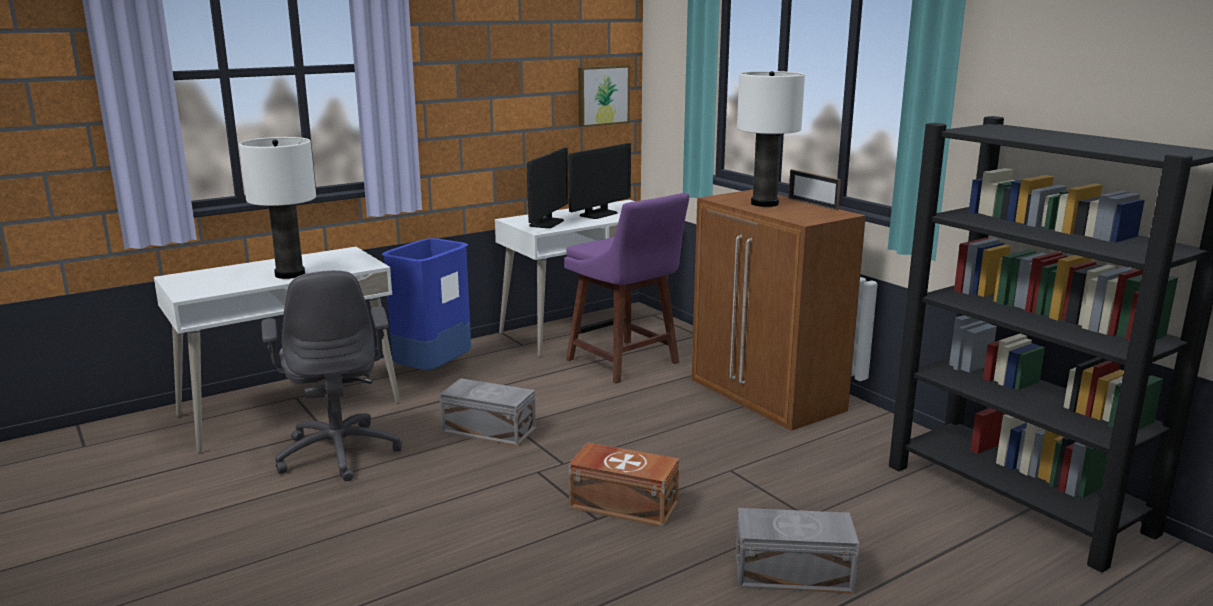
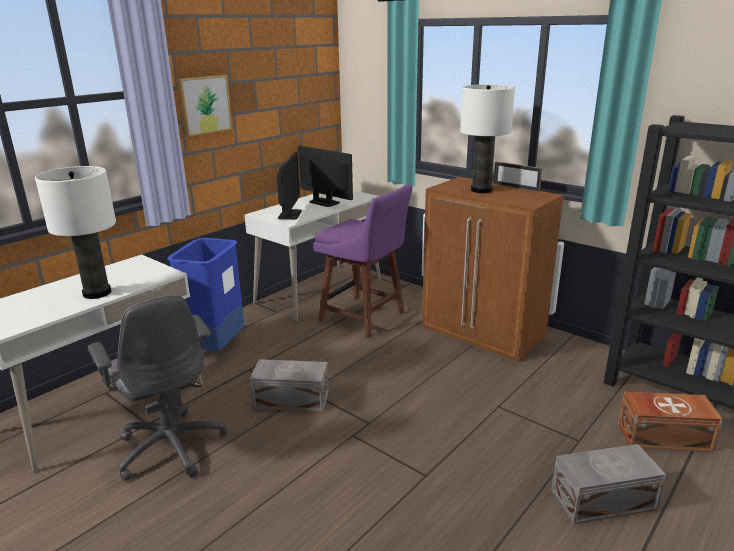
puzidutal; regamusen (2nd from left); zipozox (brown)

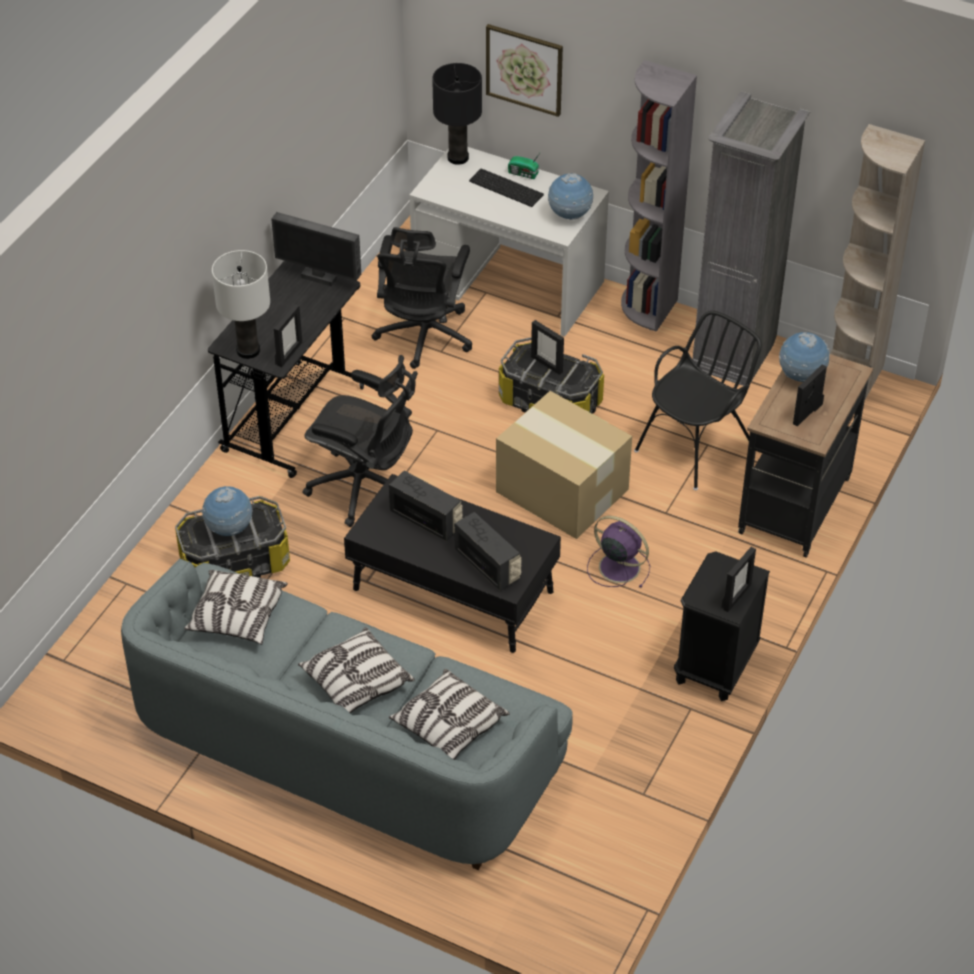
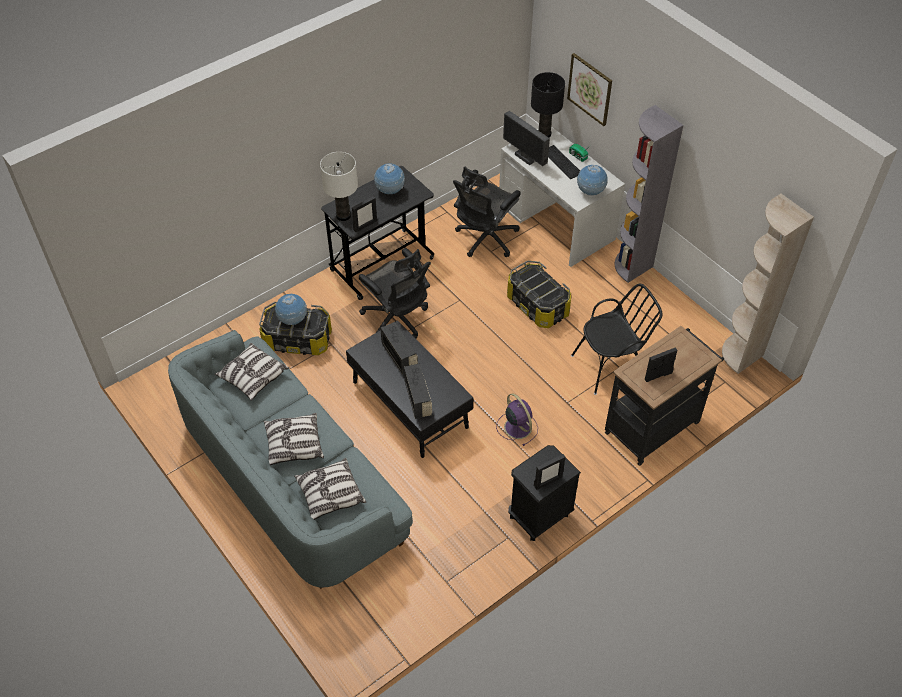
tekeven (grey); regamusen; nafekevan (2nd from left in the first image); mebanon (2nd from left); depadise

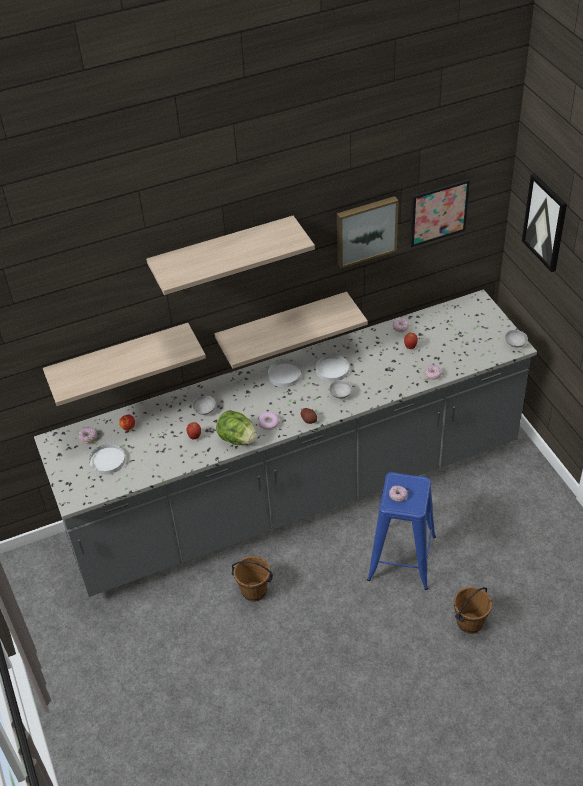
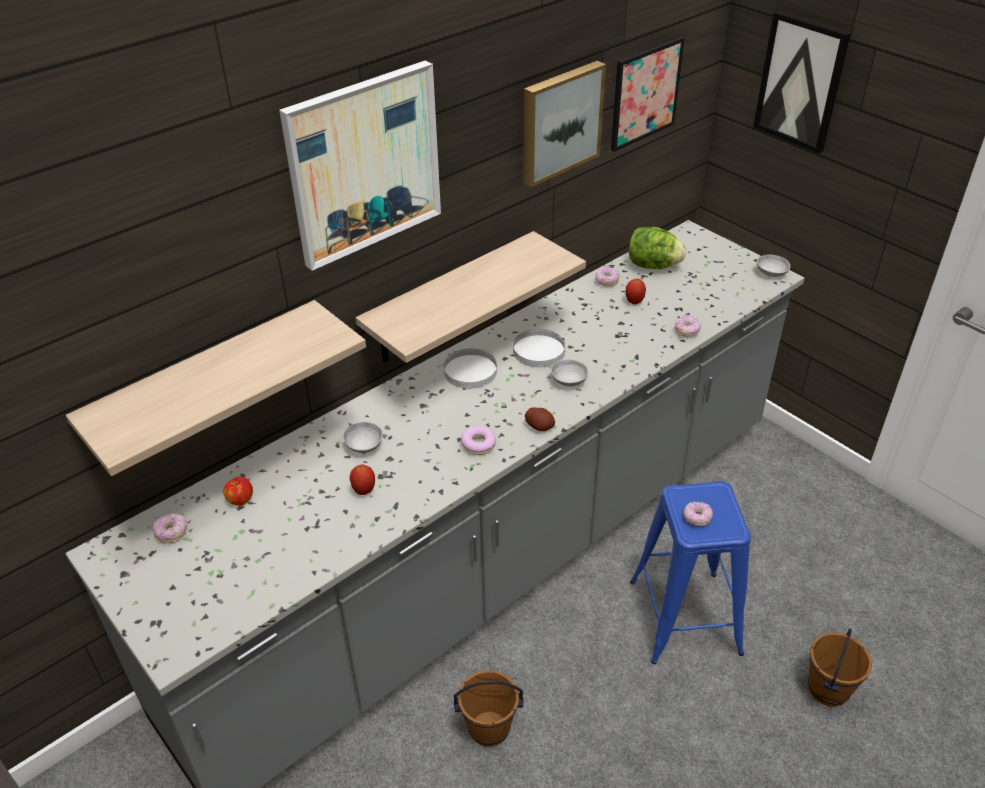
puzidutal (1st from left); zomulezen; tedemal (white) (1st from left in the first image)

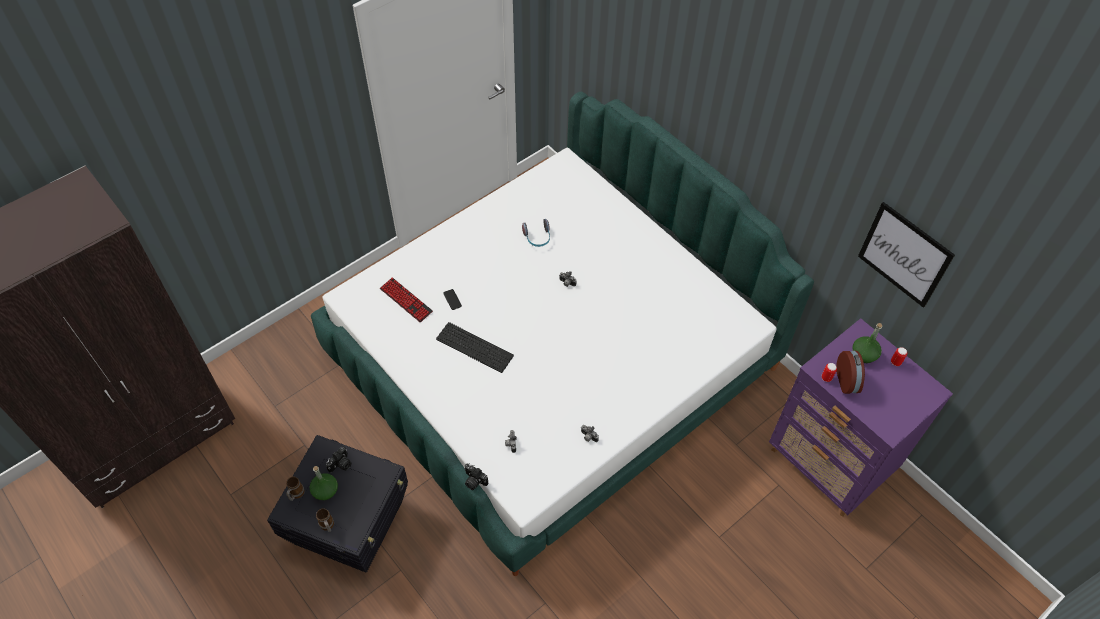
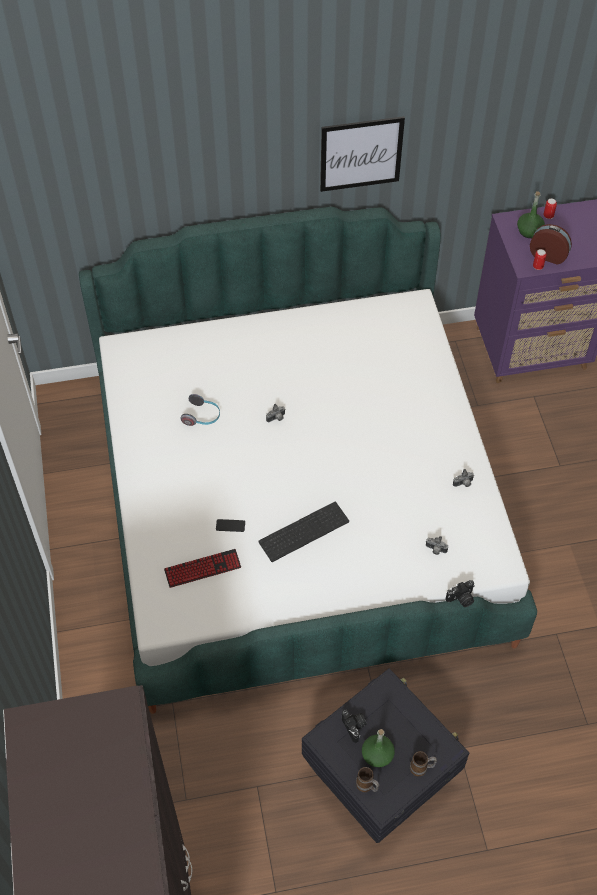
puzidutal

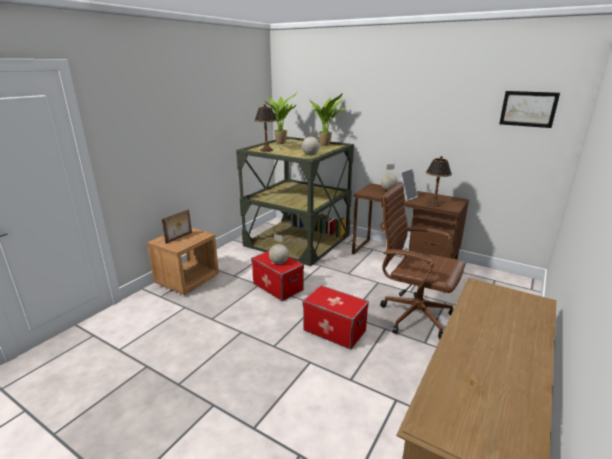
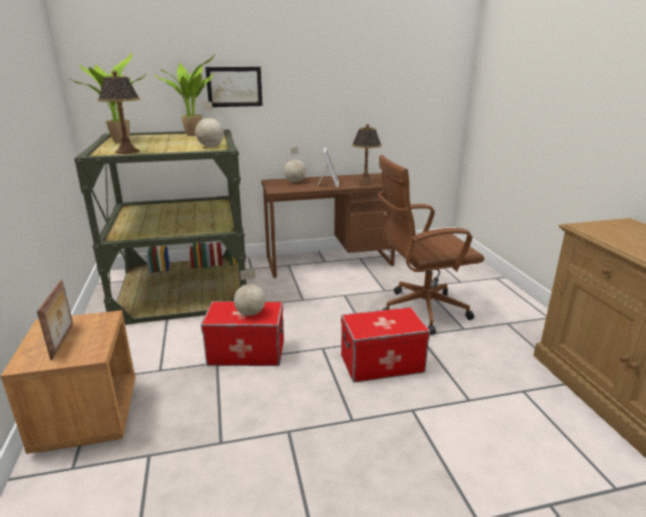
puzidutal

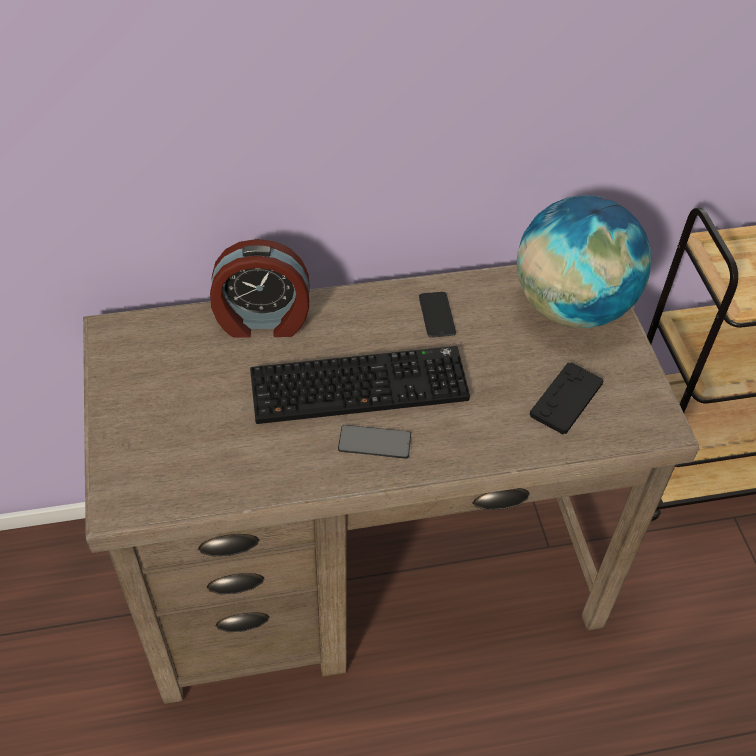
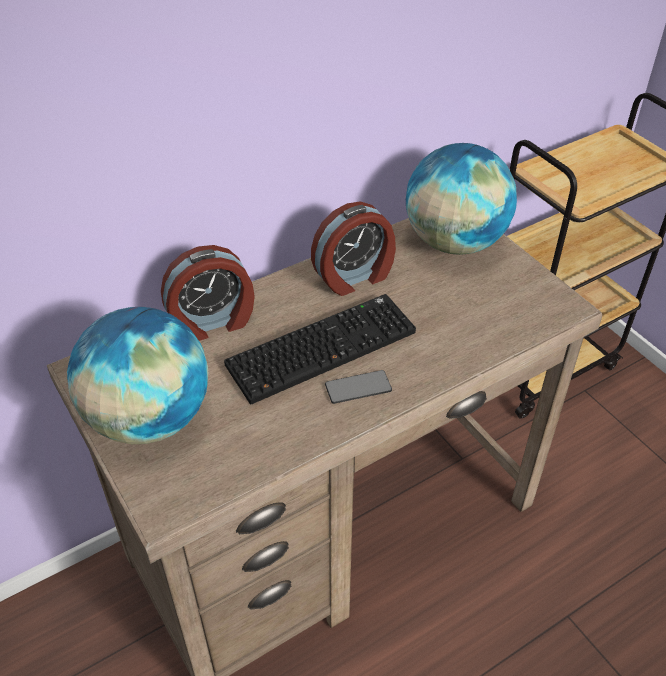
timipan (2nd from left); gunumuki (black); mebanon (1st from left)

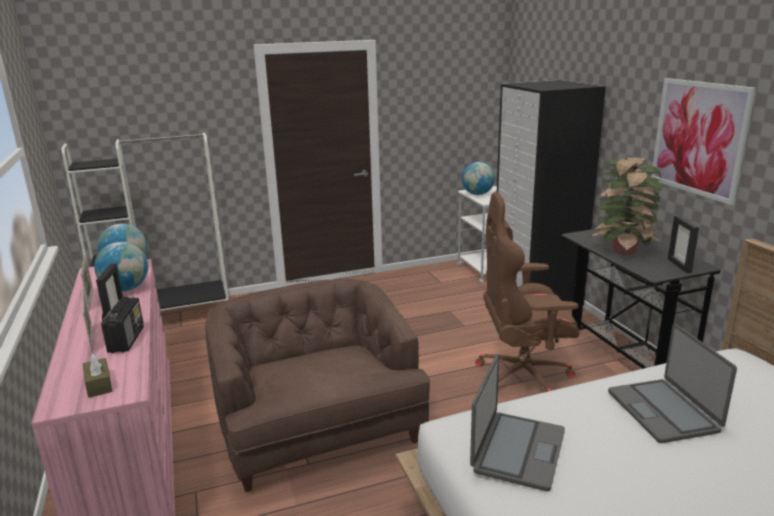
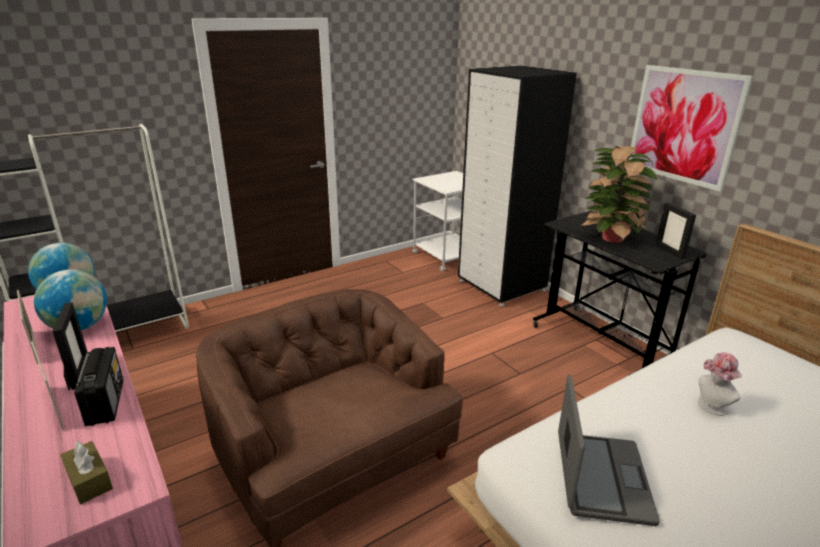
mebanon (3rd from left in the first image); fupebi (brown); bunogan

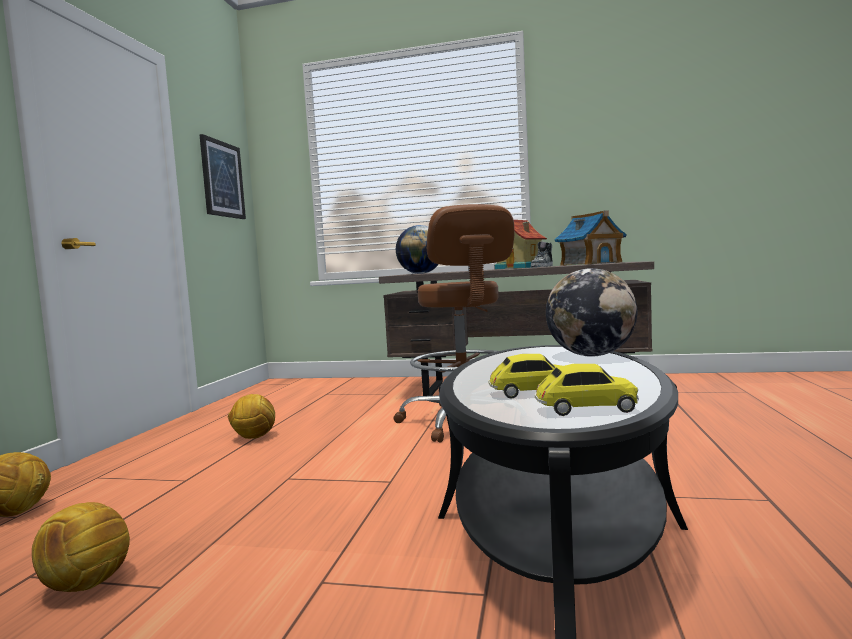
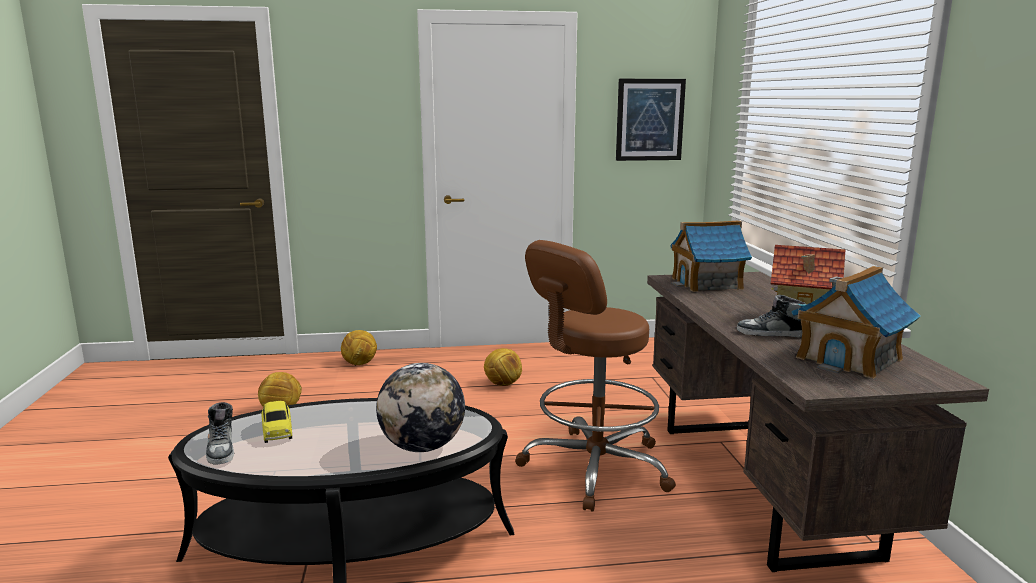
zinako (1st from left); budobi (1st from left)

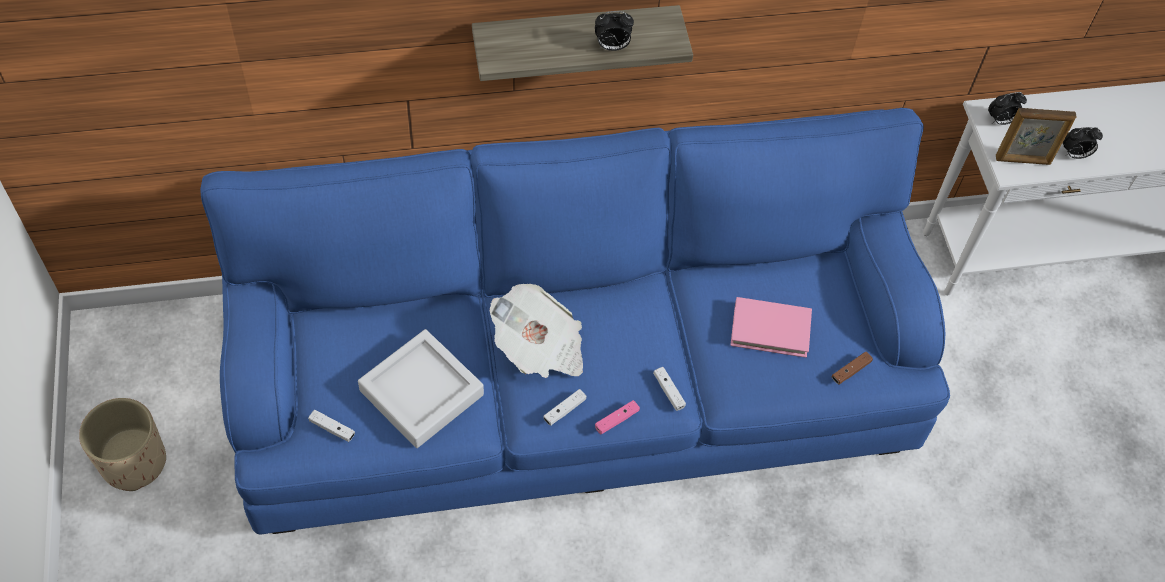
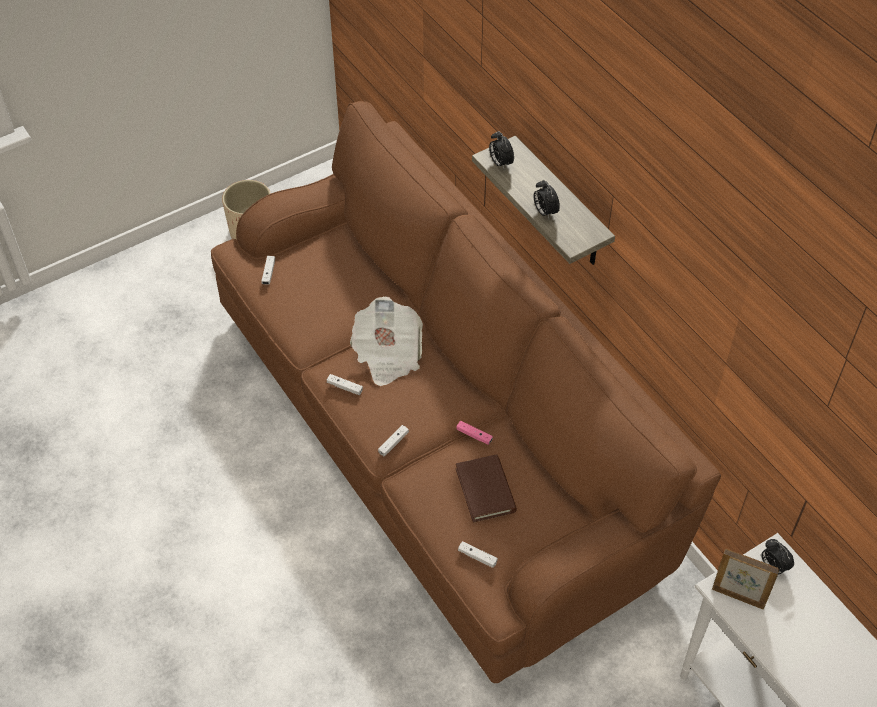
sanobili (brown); nafekevan; timipan (1st from left); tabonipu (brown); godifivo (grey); gunumuki (white) (4th from left); gunumuki (pink)

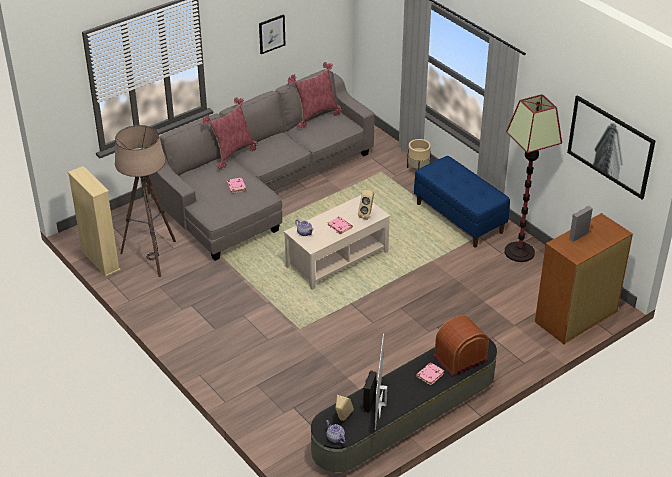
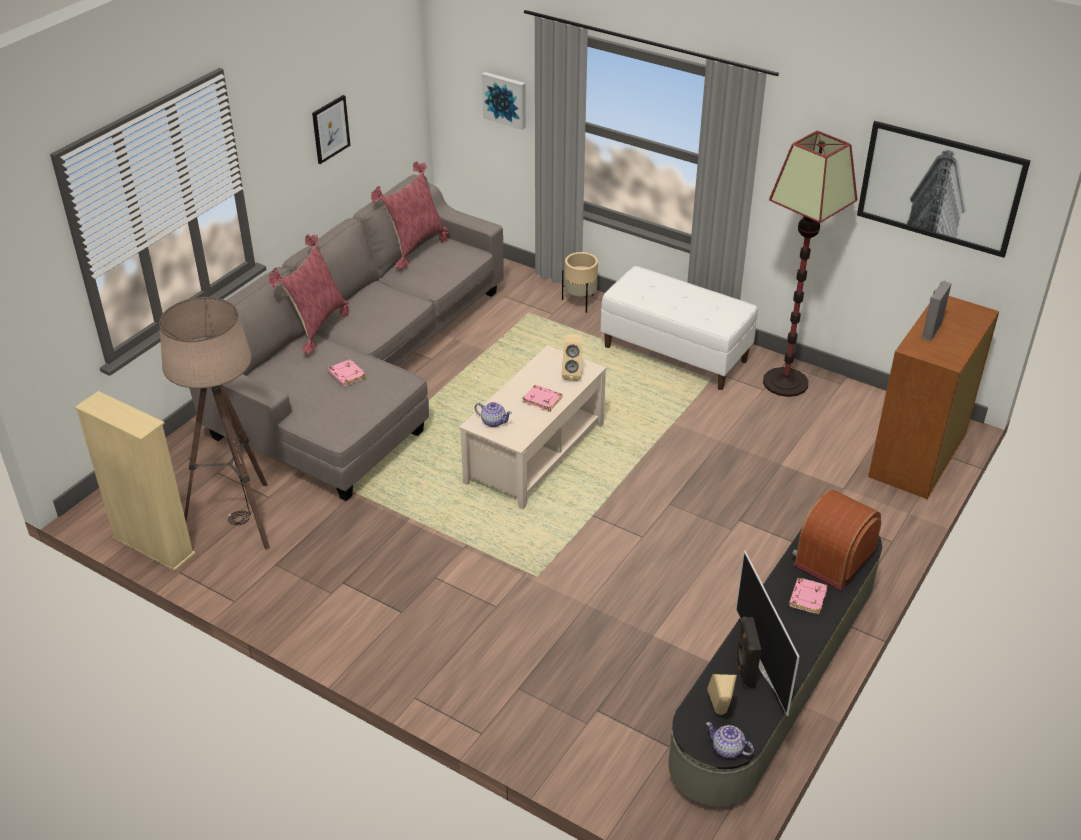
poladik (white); puzidutal (2nd from left)

